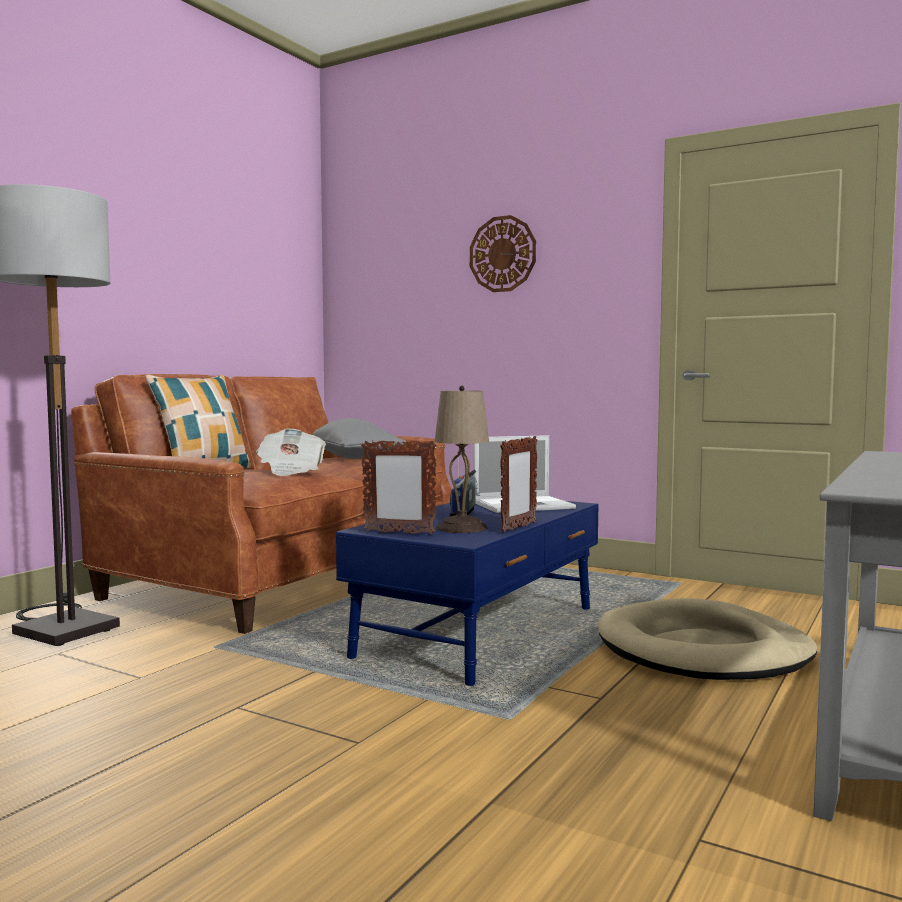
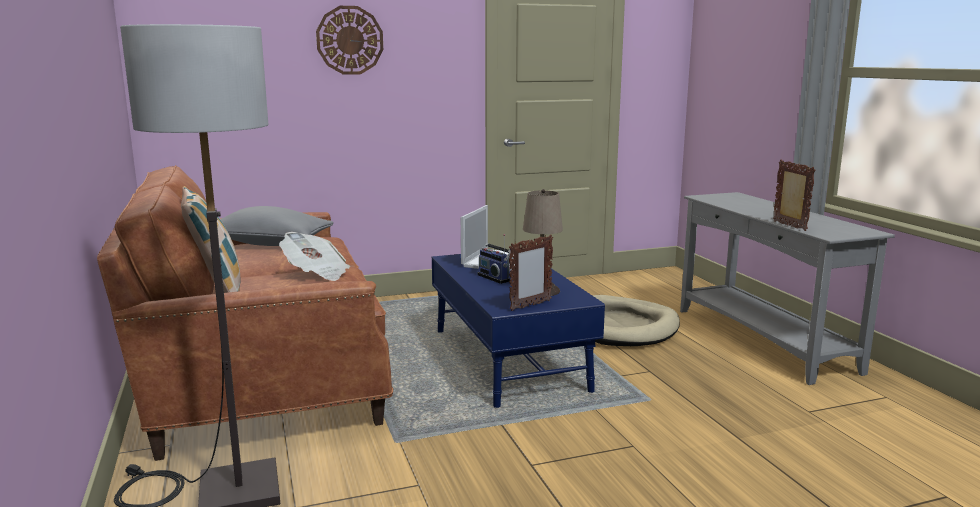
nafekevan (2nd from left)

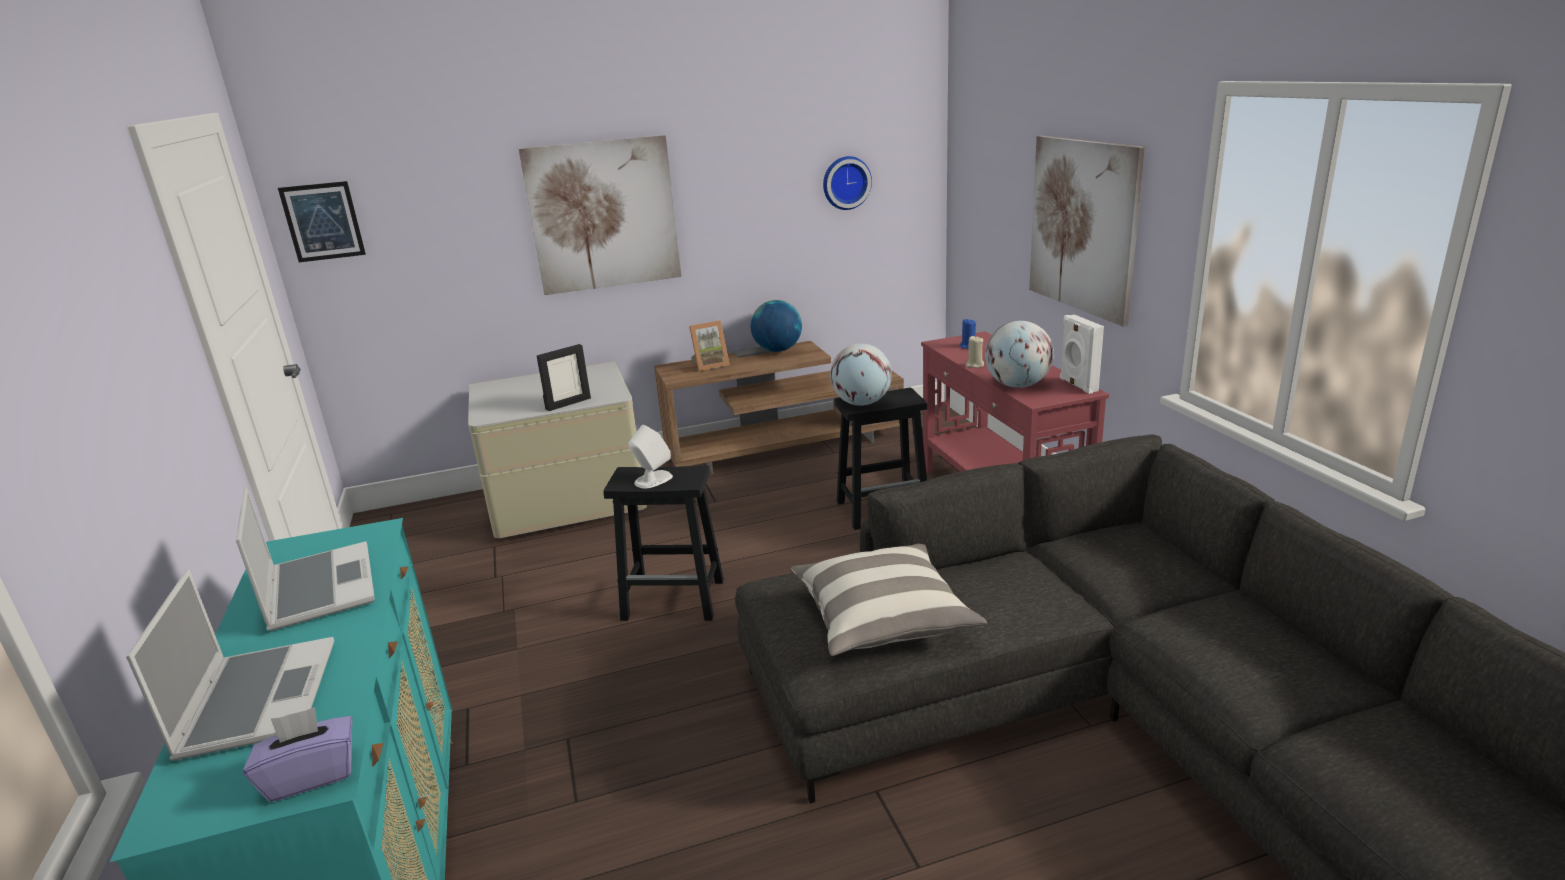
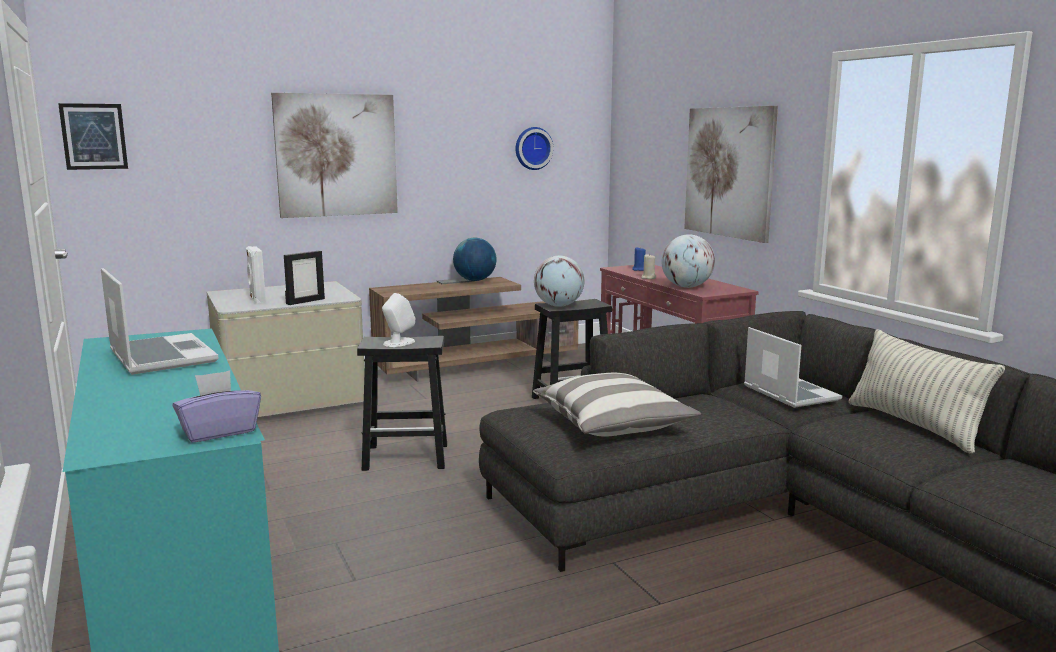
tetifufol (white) (1st from left); nafekevan (2nd from left in the first image); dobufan (2nd from left); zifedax (2nd from left)

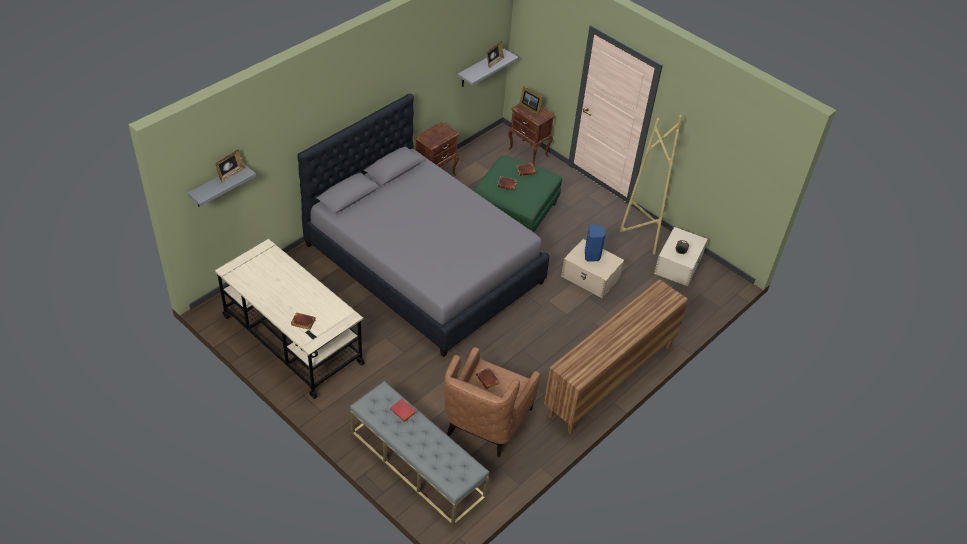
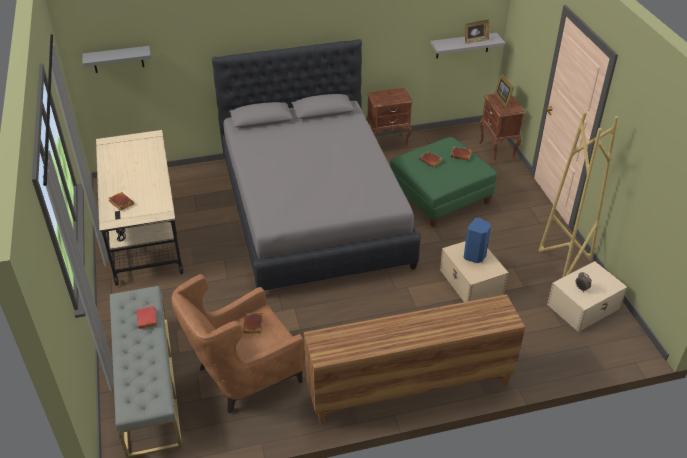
nafekevan (1st from left in the first image)

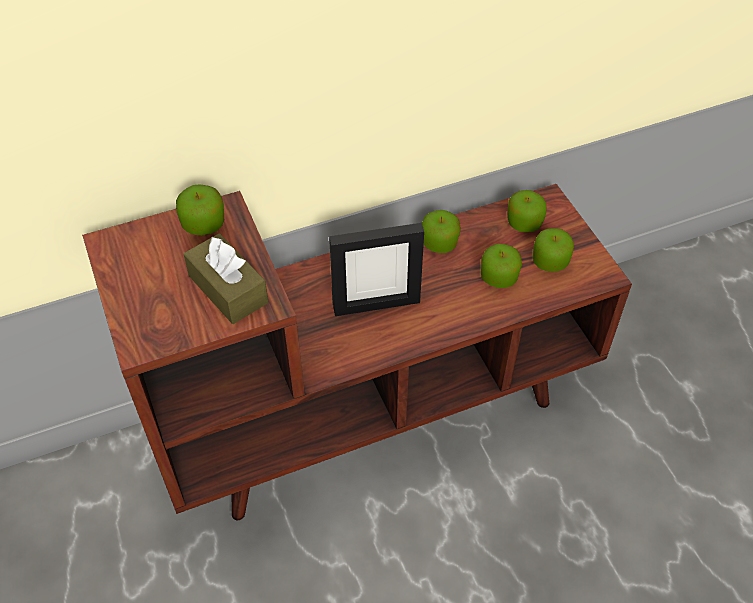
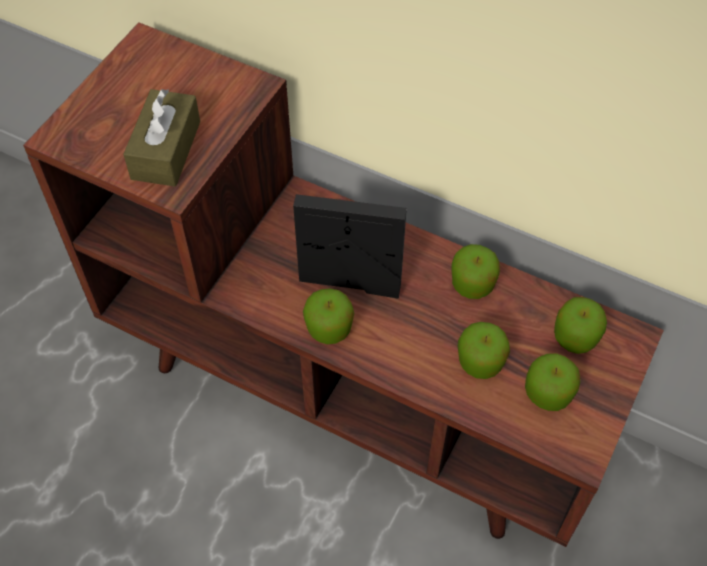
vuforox (1st from left); nafekevan

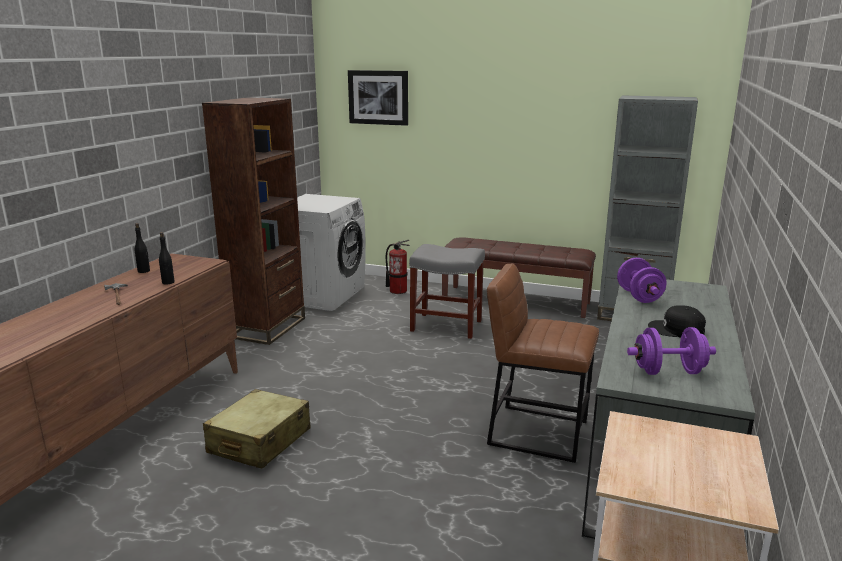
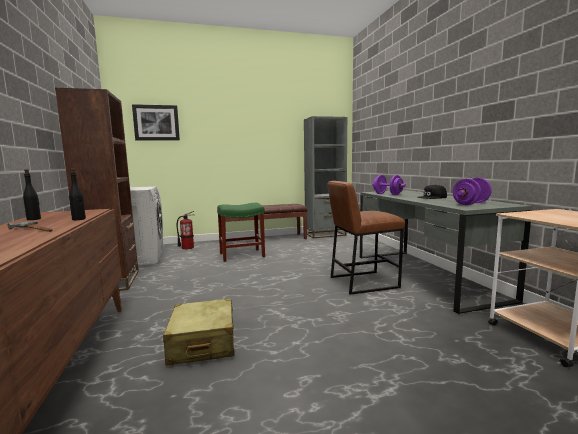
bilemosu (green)

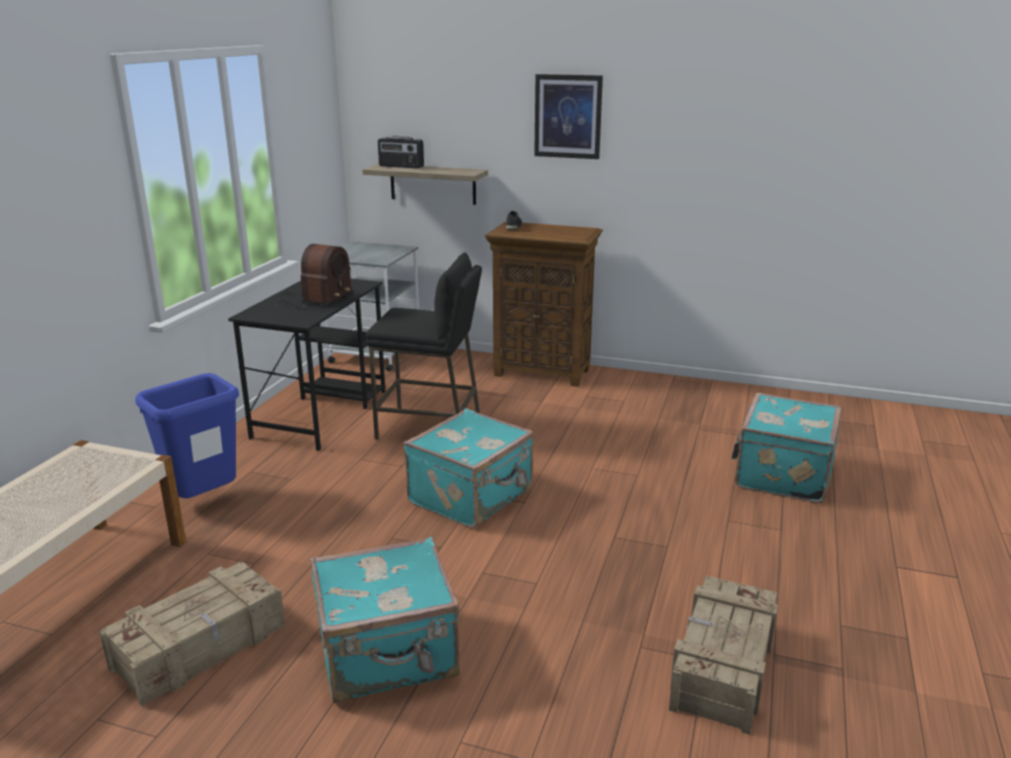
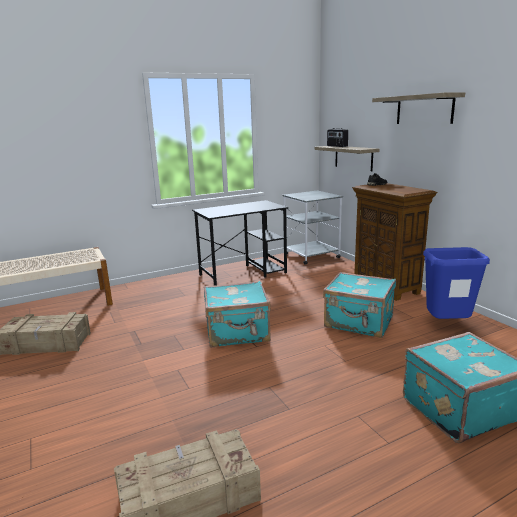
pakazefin (2nd from left); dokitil (1st from left in the first image); bilemosu (black); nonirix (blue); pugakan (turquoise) (2nd from left)

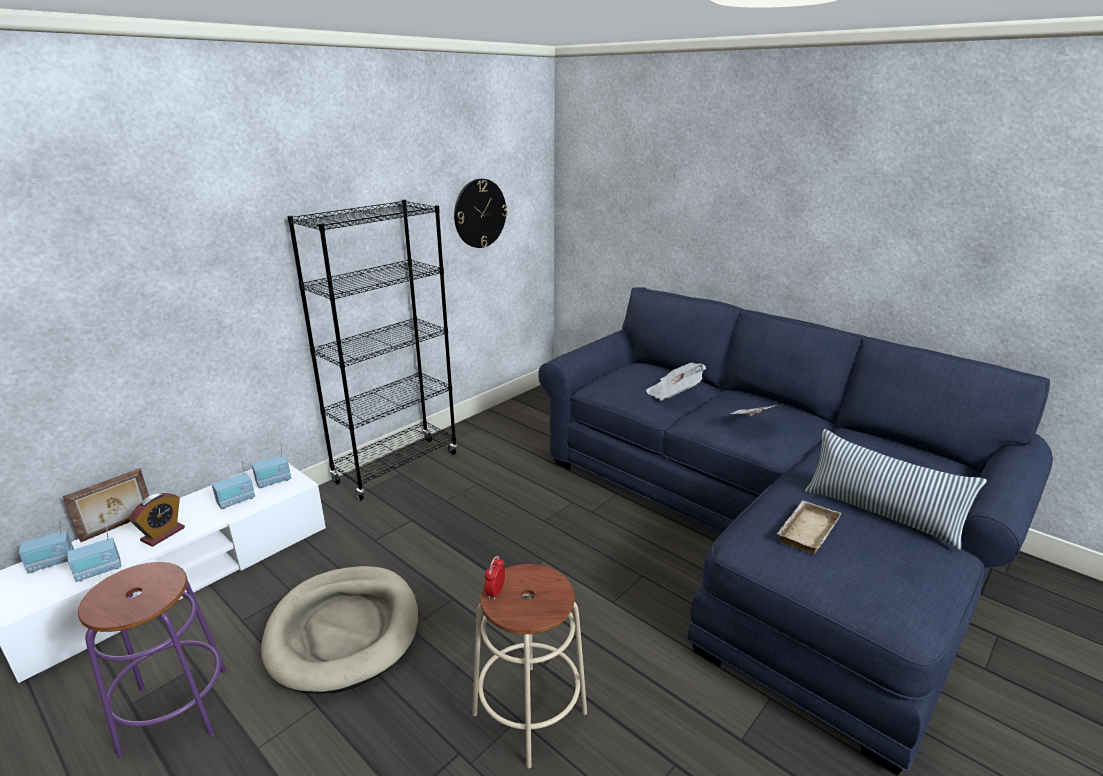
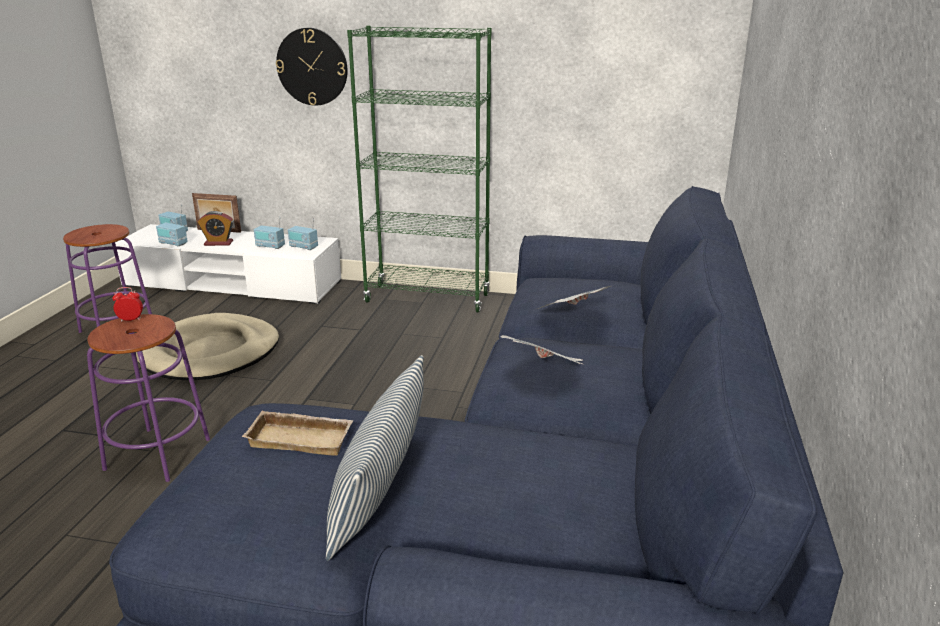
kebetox; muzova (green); bilemosu (purple) (2nd from left)

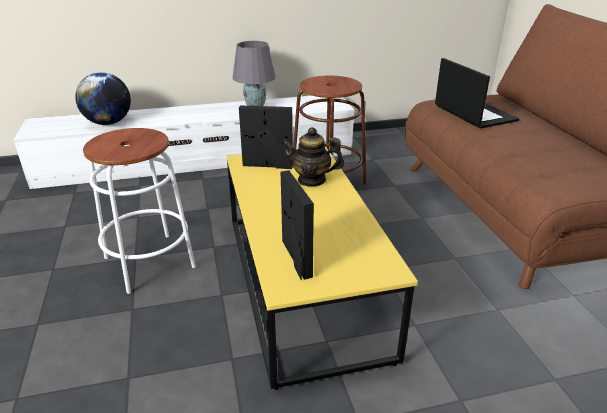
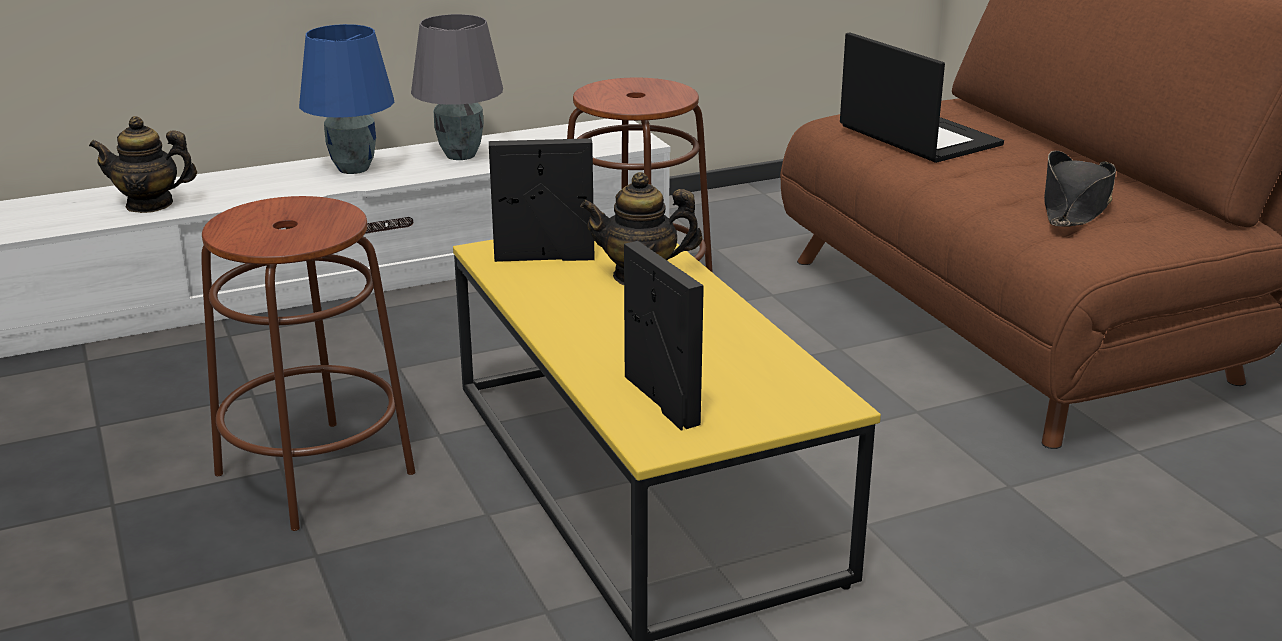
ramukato (1st from left); bilemosu (brown) (1st from left); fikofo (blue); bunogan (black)

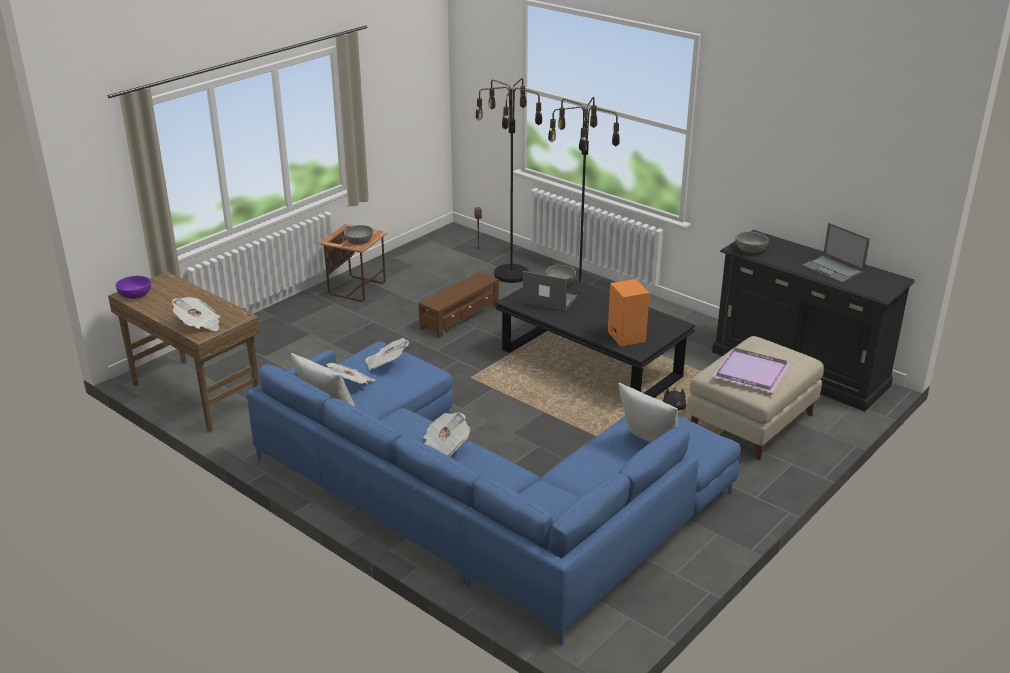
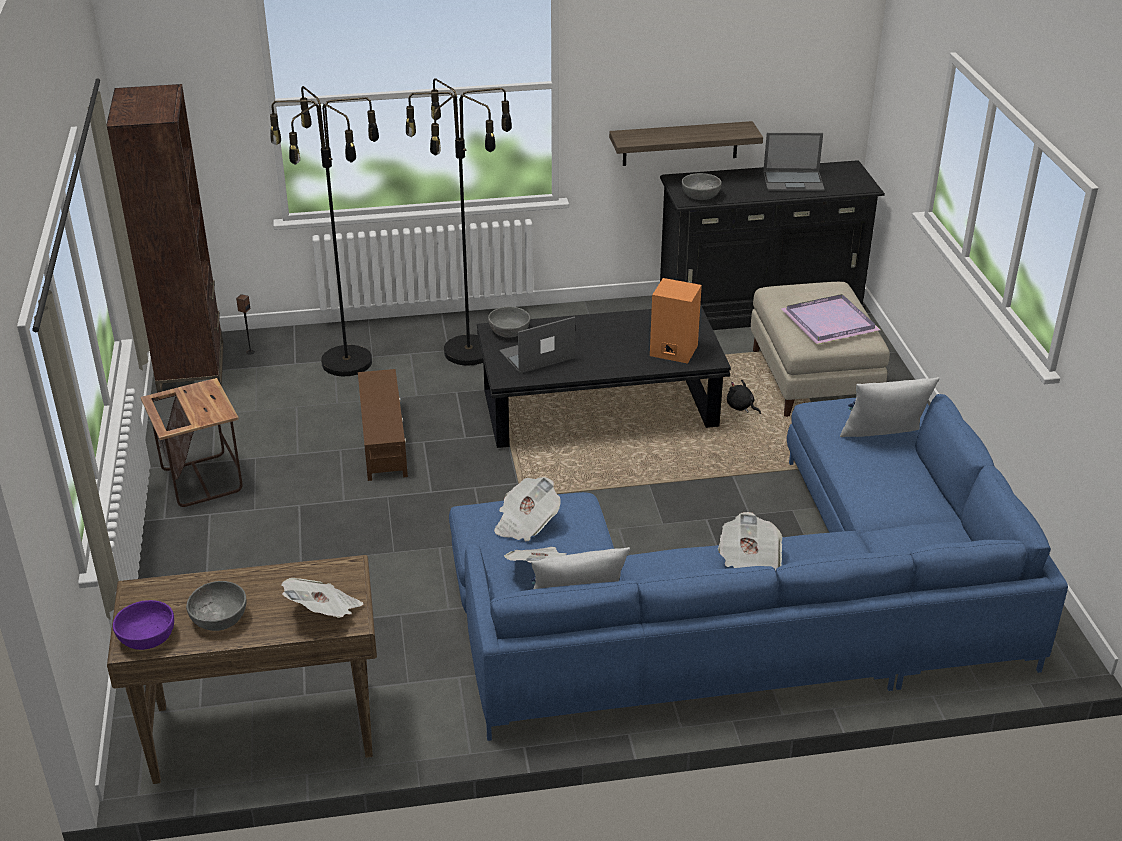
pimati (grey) (1st from left); muzova (brown); pakazefin

